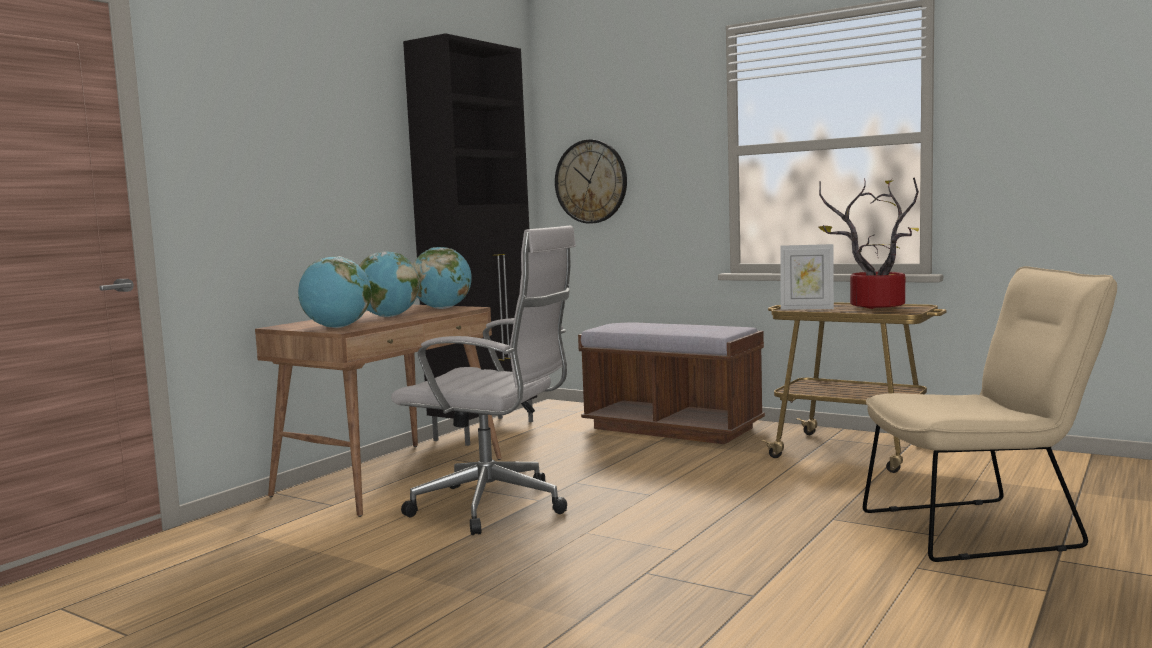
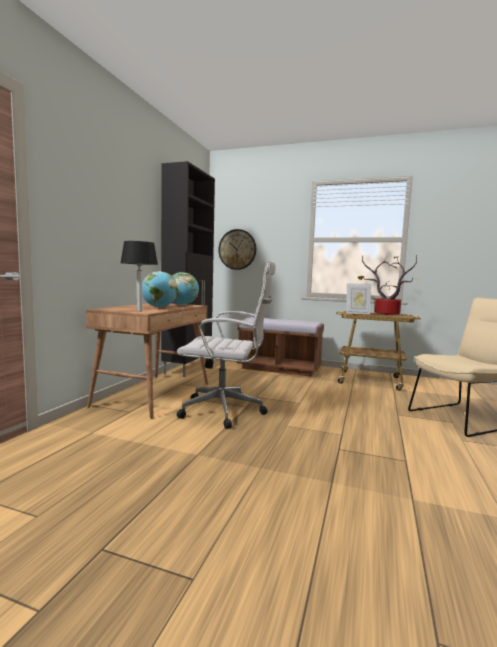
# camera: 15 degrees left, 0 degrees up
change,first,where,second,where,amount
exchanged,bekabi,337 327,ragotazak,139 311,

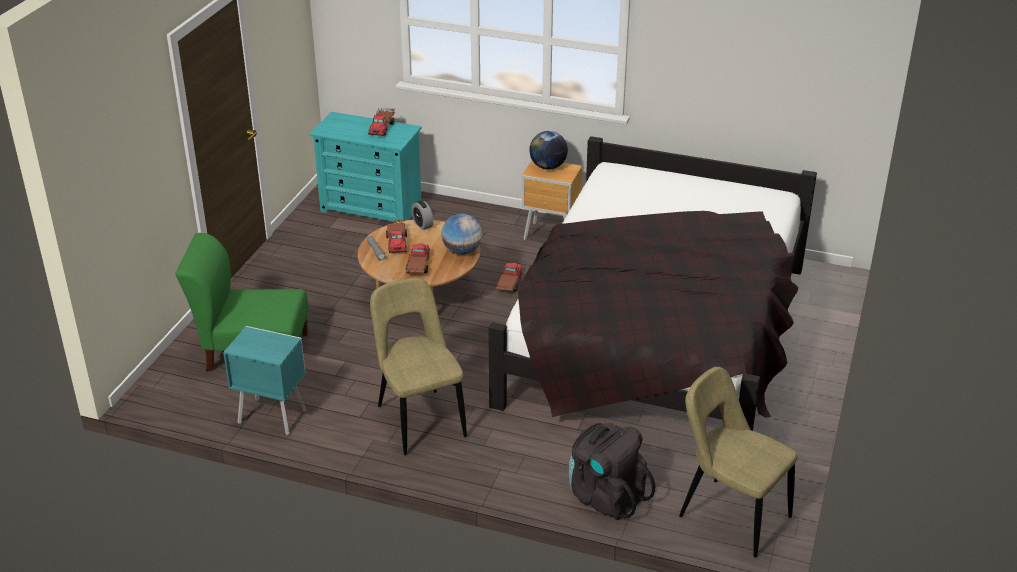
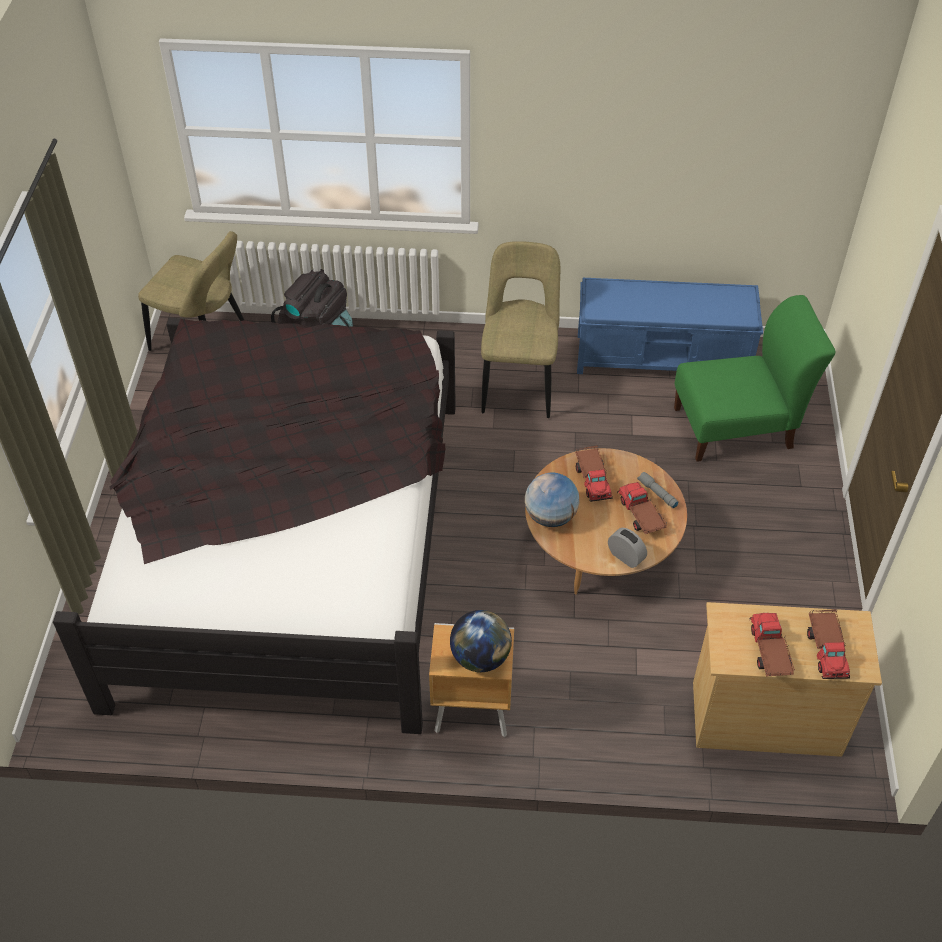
# camera: 165 degrees right, 15 degrees up
change,first,where,second,where,amount
spun,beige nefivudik,419 419,,519 382,135 degrees counterclockwise
exchanged,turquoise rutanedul,271 416,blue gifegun,663 357,
colour,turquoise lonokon,371 208,beige lonokon,765 718,
relocated,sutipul,508 284,,827 649,

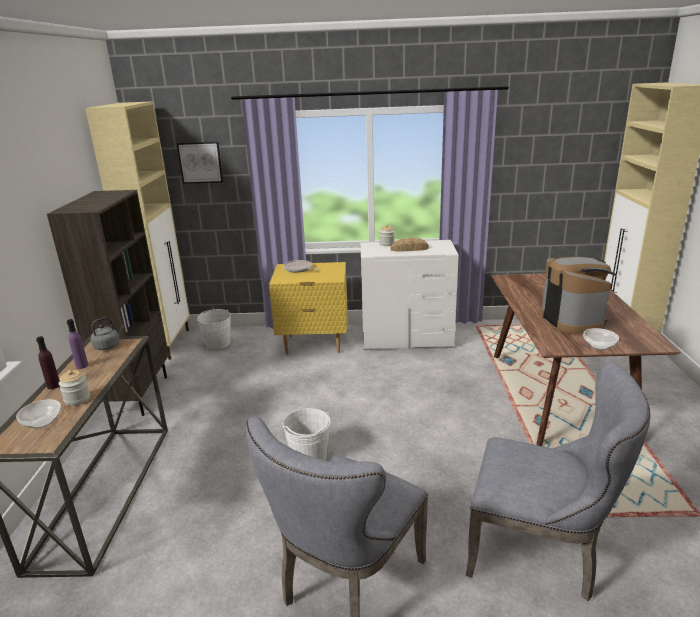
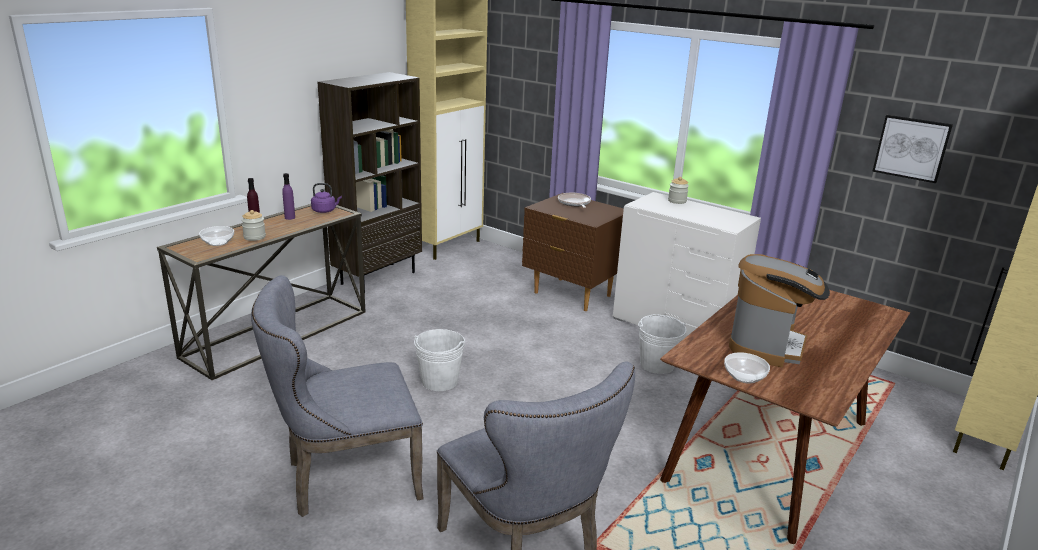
# camera: 35 degrees right, 0 degrees up
change,first,where,second,where,amount
colour,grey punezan,108 346,purple punezan,325 211,
colour,yellow rutanedul,314 344,brown rutanedul,571 294,
relocated,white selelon,218 344,,657 364,
relocated,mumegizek,200 162,,911 148,
missing,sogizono,409 249,,,

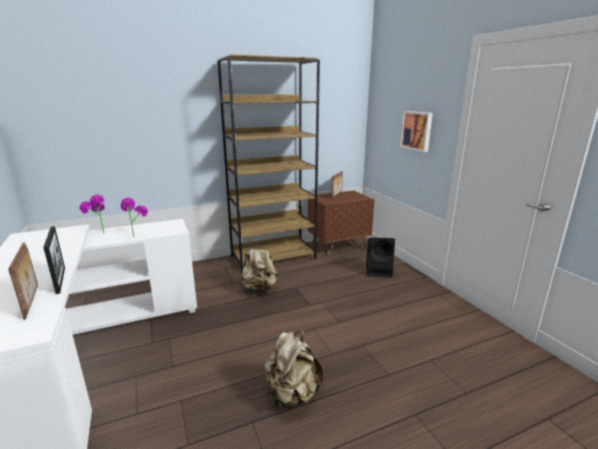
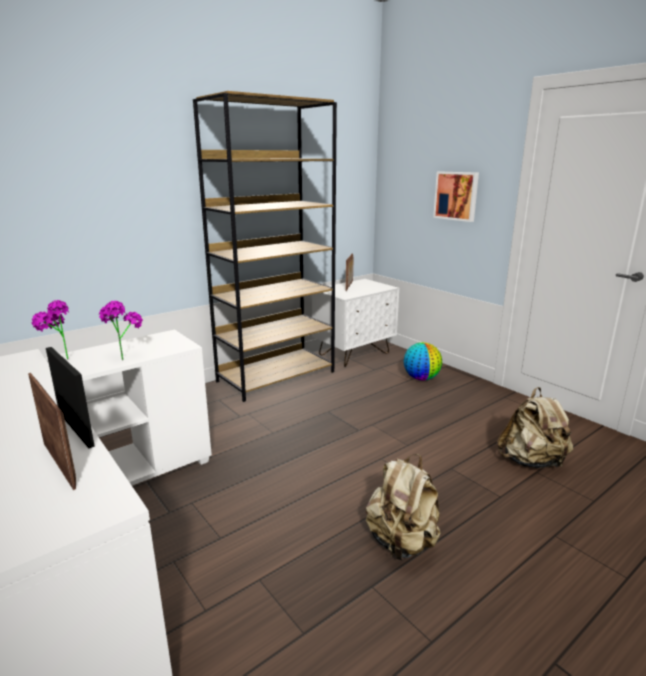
# camera: 15 degrees left, 0 degrees up
change,first,where,second,where,amount
colour,brown rutanedul,338 246,white rutanedul,354 354,
exchanged,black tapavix,379 271,bekabi,421 378,
relocated,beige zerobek,259 290,,531 461,

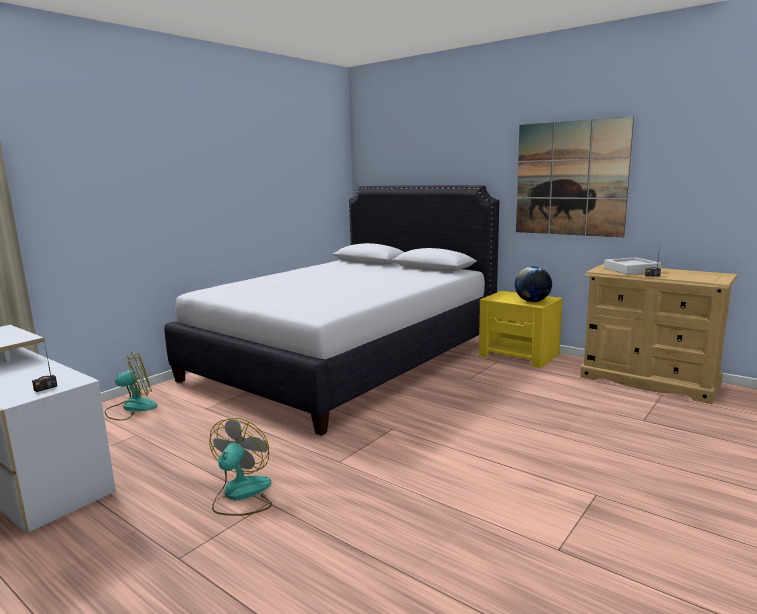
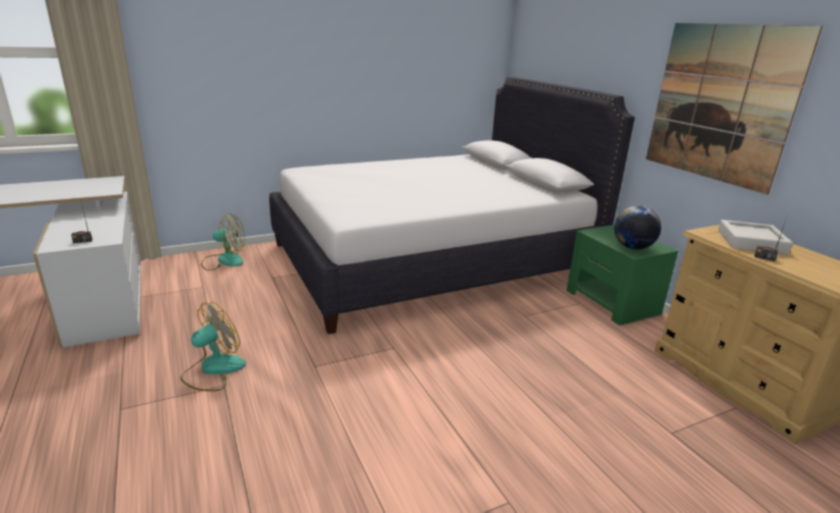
# camera: 25 degrees right, 10 degrees up
change,first,where,second,where,amount
colour,yellow rutanedul,519 355,green rutanedul,612 302,

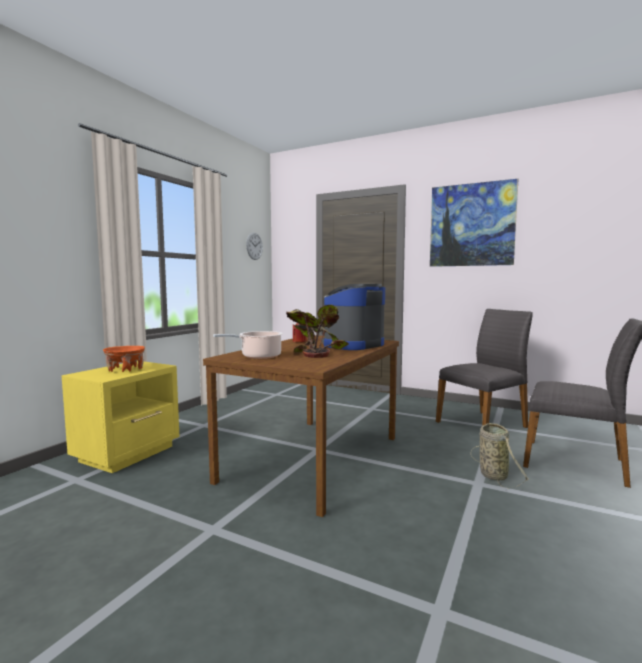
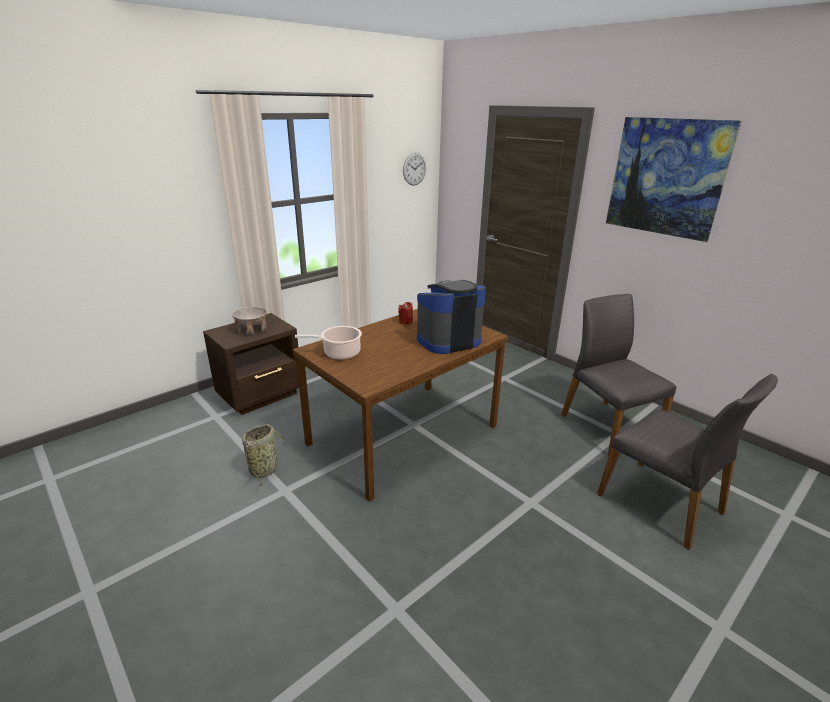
# camera: 20 degrees right, 20 degrees up
change,first,where,second,where,amount
colour,yellow rutanedul,129 453,brown rutanedul,261 395,
colour,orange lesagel,125 370,beige lesagel,252 330,
relocated,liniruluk,492 474,,265 469,
spun,grey nefivudik,483 424,,608 426,105 degrees counterclockwise
missing,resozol,315 352,,,

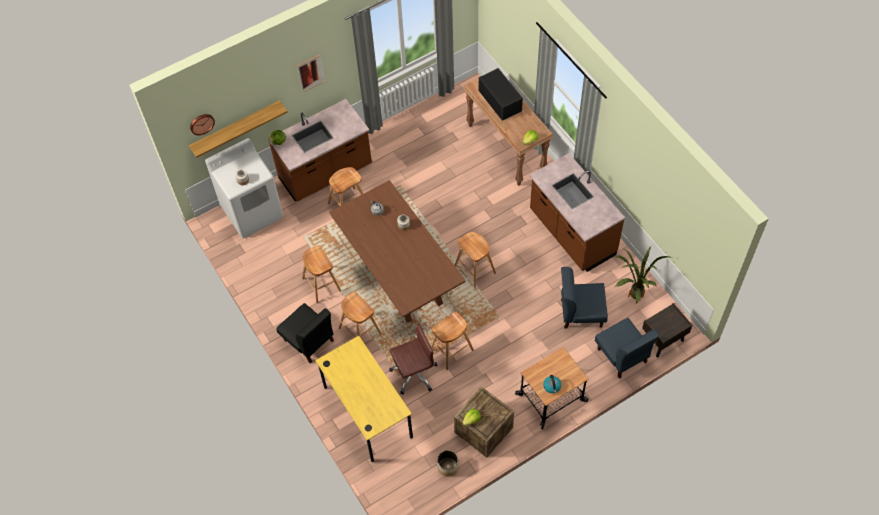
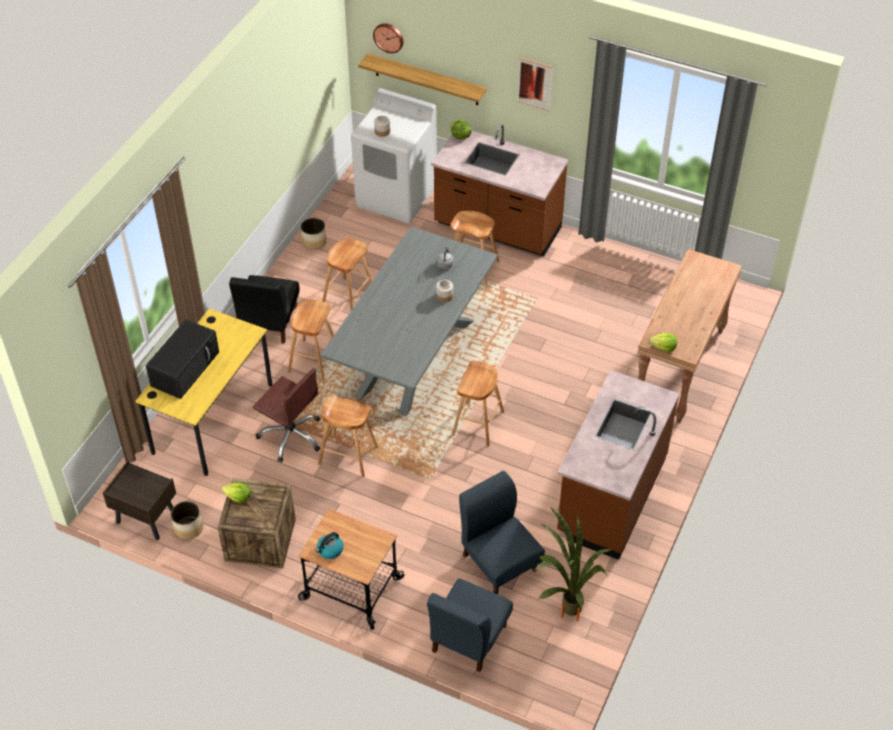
# camera: 55 degrees right, 10 degrees down
change,first,where,second,where,amount
relocated,brown rutanedul,662 340,,145 518,
relocated,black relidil,499 100,,185 368,
appeared,,,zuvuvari,314 242,
colour,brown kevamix,400 275,grey kevamix,414 358,

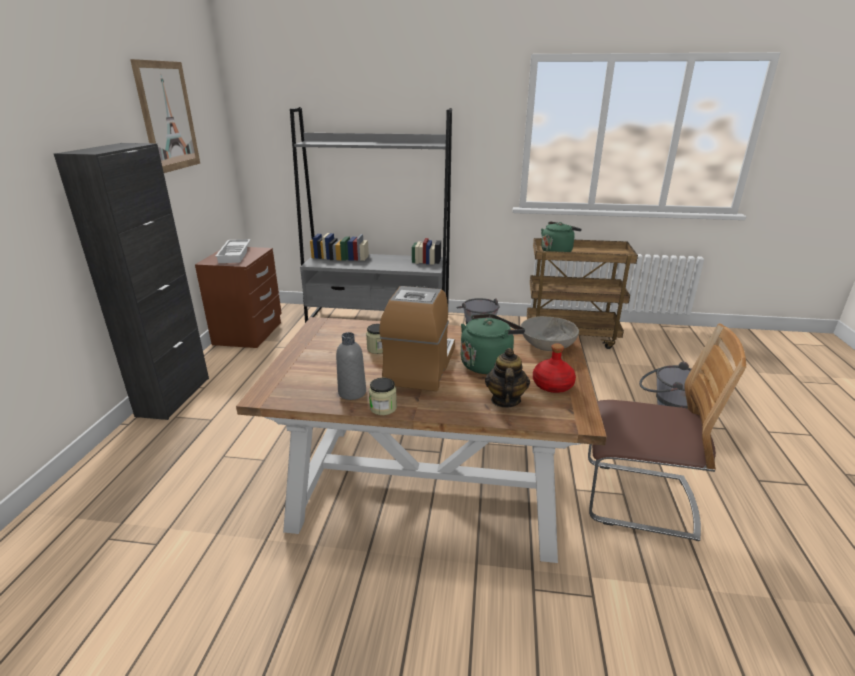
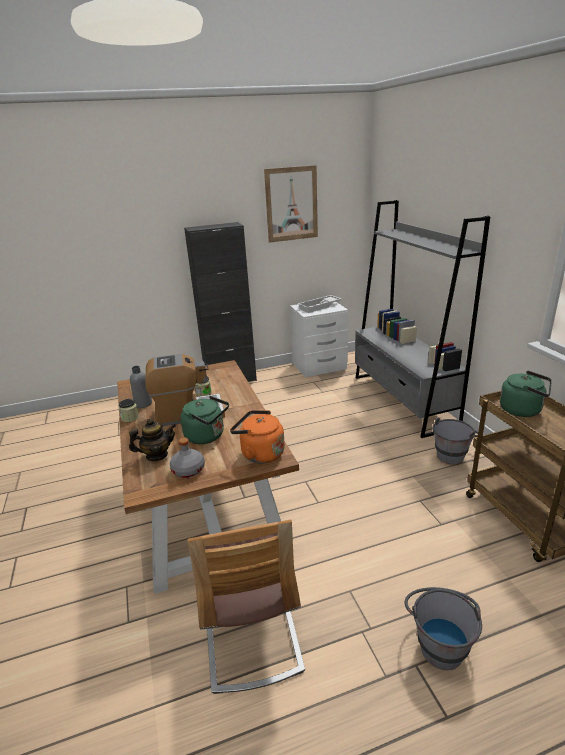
# camera: 65 degrees right, 0 degrees up
change,first,where,second,where,amount
colour,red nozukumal,552 385,grey nozukumal,189 470,
exchanged,grey lesagel,547 344,orange punezan,260 453,
colour,brown rutanedul,249 333,white rutanedul,319 366,

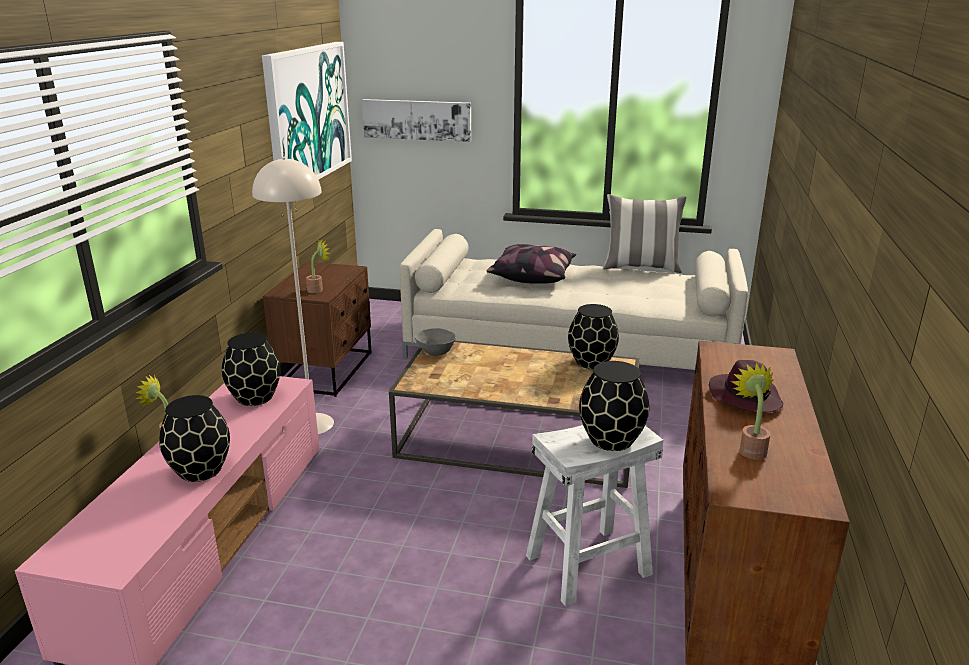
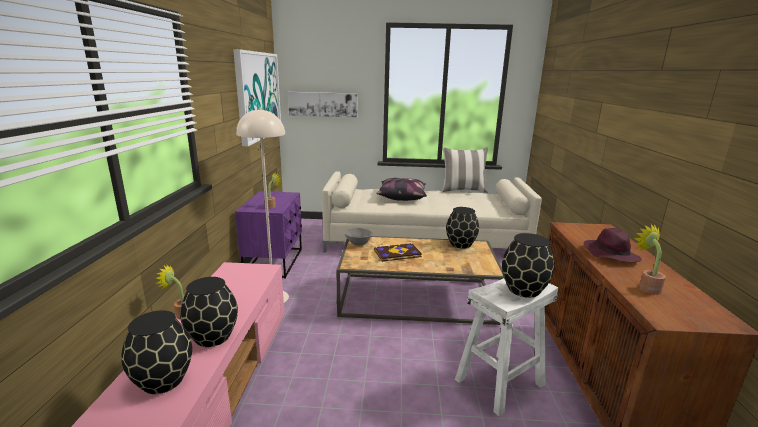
# camera: 10 degrees left, 5 degrees down
change,first,where,second,where,amount
relocated,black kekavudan,255 397,,164 380,
colour,brown rutanedul,327 370,purple rutanedul,275 262,
appeared,,,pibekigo,397 254,

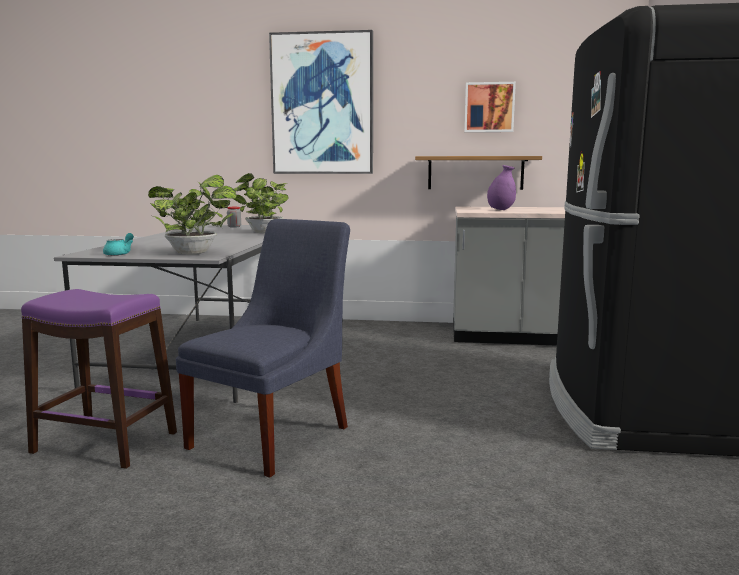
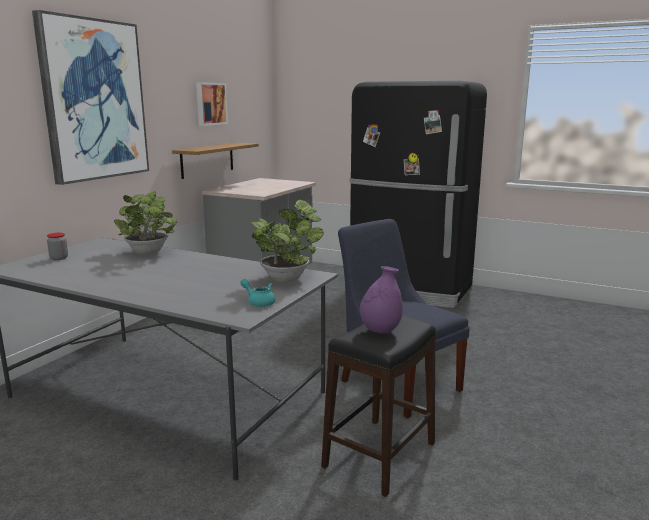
# camera: 70 degrees left, 5 degrees up
change,first,where,second,where,amount
colour,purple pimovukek,105 443,black pimovukek,380 455,
relocated,purple kekavudan,500 209,,380 331,

